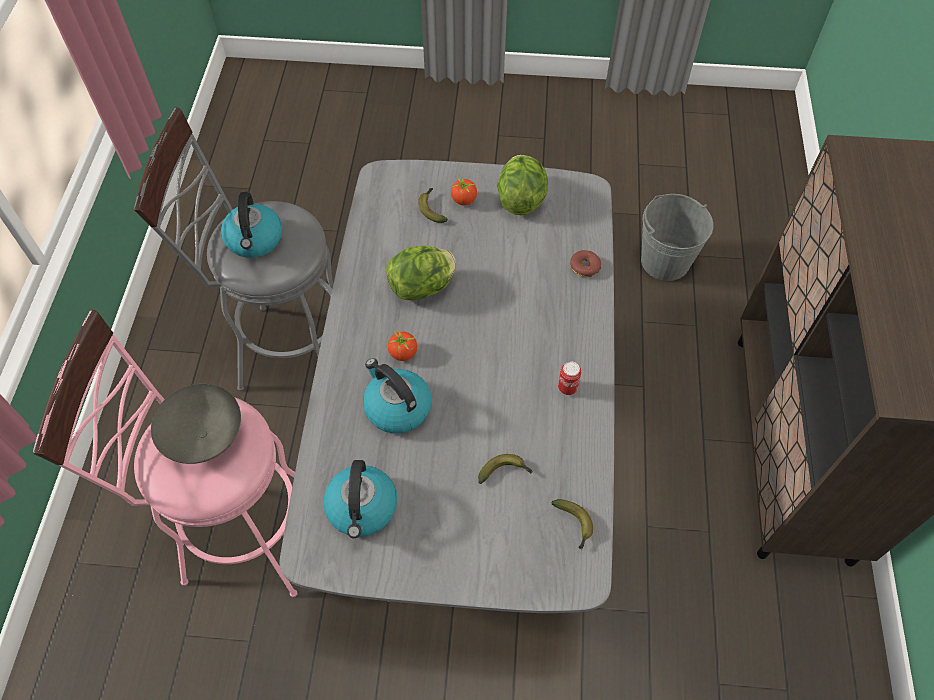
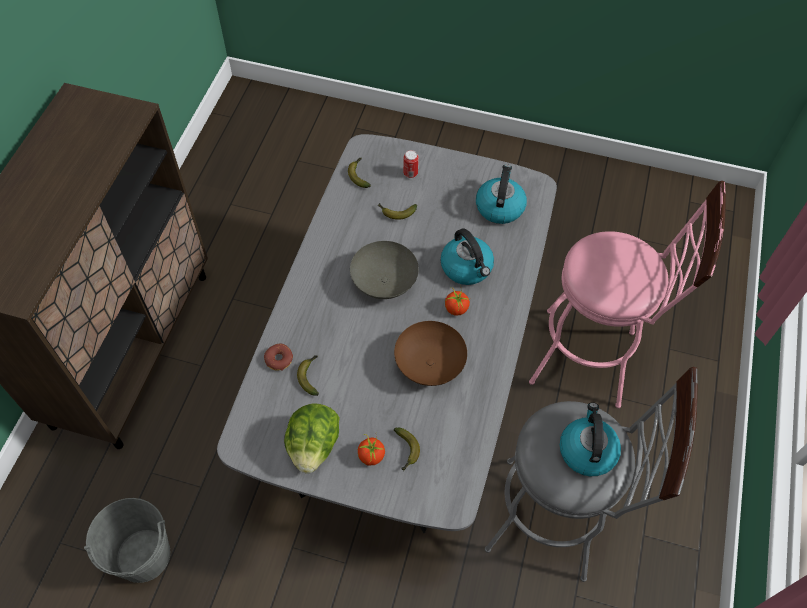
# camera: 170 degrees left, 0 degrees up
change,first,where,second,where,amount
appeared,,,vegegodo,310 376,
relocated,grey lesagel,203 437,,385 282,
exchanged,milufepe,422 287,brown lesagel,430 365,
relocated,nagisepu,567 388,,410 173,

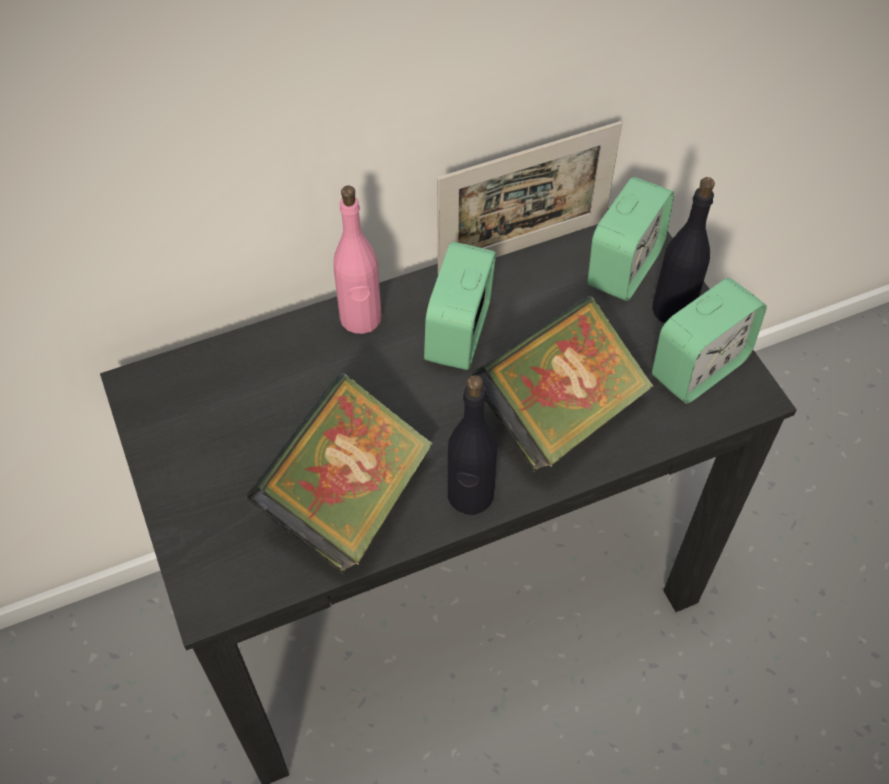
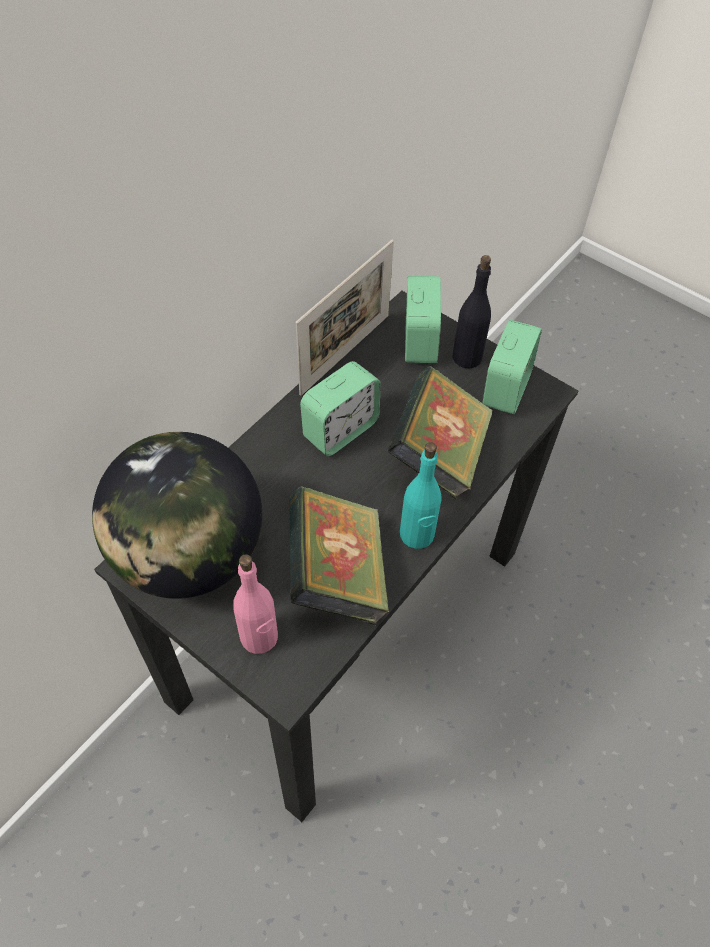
# camera: 30 degrees left, 0 degrees up
change,first,where,second,where,amount
appeared,,,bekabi,190 554,
relocated,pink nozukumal,361 318,,259 637,
spun,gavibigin,459 334,,340 430,120 degrees counterclockwise
colour,black nozukumal,470 495,turquoise nozukumal,417 534,

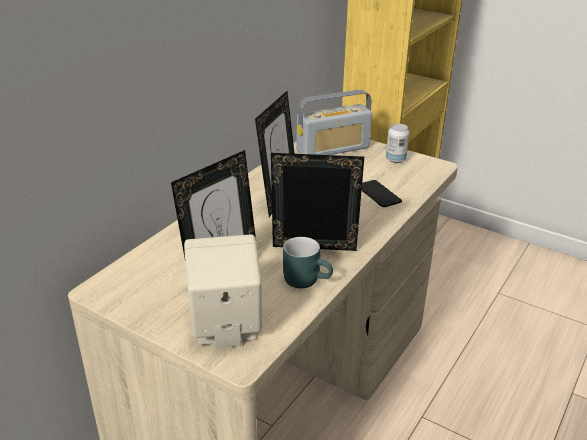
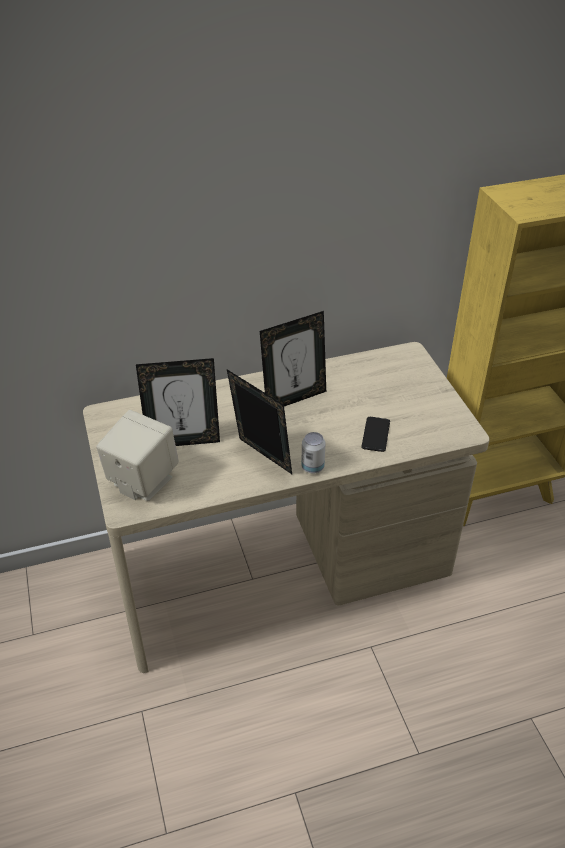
# camera: 40 degrees right, 10 degrees up
change,first,where,second,where,amount
relocated,nagisepu,395 159,,312 467,
missing,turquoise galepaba,307 279,,,
missing,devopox,333 149,,,

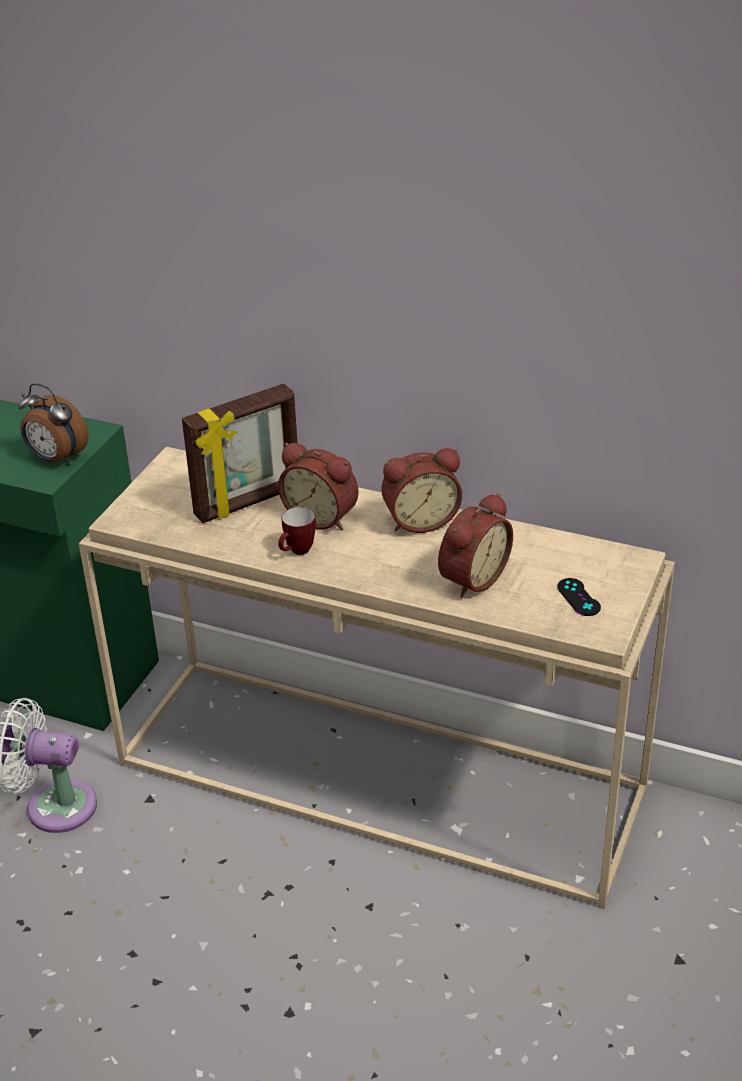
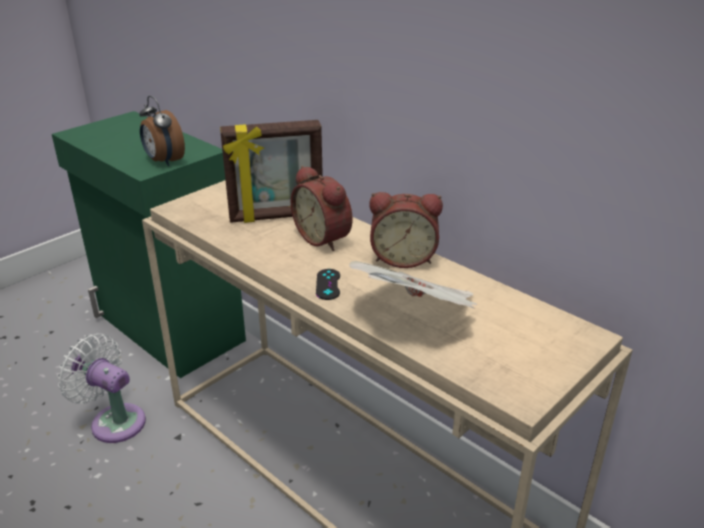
# camera: 20 degrees right, 5 degrees down
change,first,where,second,where,amount
relocated,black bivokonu,578 597,,328 284,
exchanged,gavibigin,471 578,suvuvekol,418 313,
missing,galepaba,297 552,,,

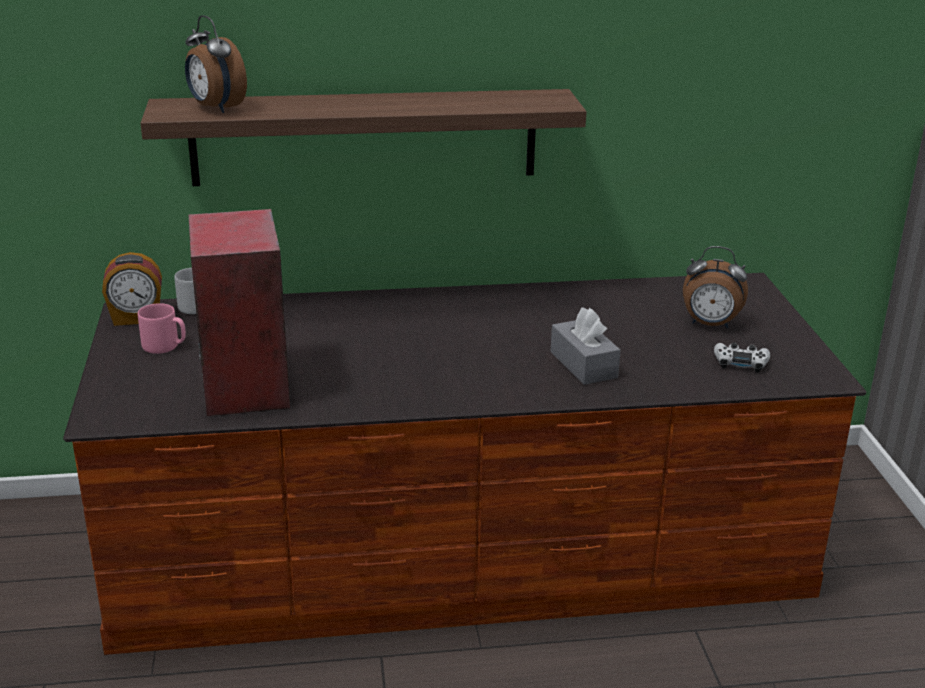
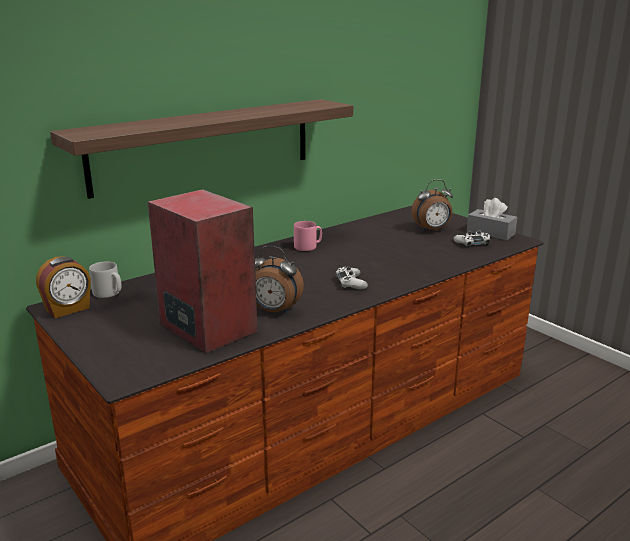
# camera: 30 degrees left, 5 degrees down
change,first,where,second,where,amount
relocated,gavibigin,215 108,,274 311,
relocated,pink galepaba,165 346,,308 247,
appeared,,,white bivokonu,351 283,
relocated,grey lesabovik,583 365,,490 233,

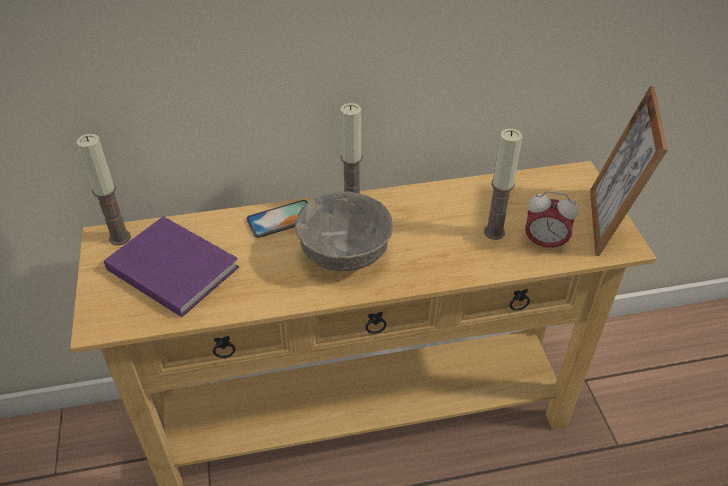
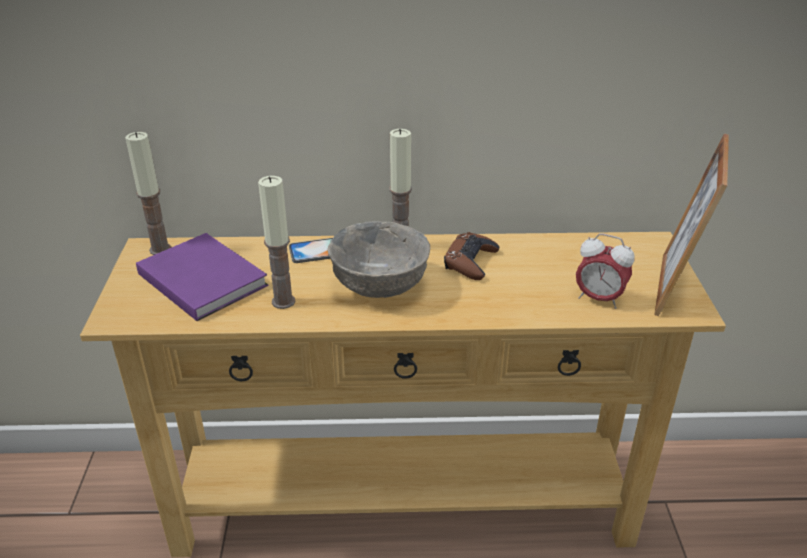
# camera: 10 degrees right, 10 degrees down
change,first,where,second,where,amount
relocated,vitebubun,494 232,,283 301,
appeared,,,brown bivokonu,470 262,

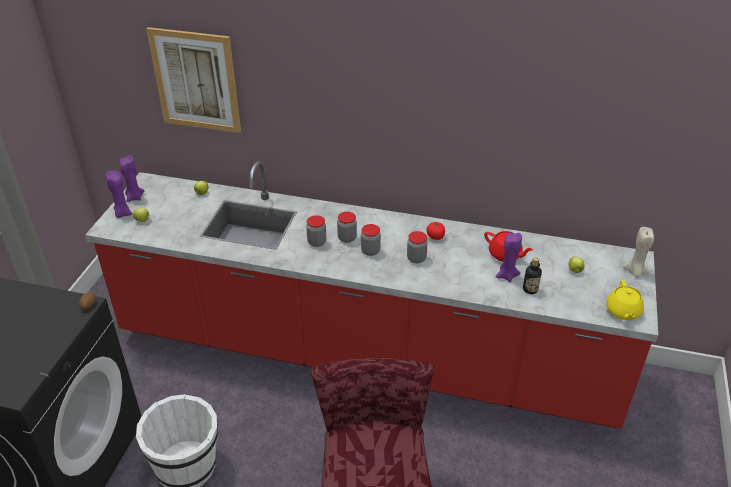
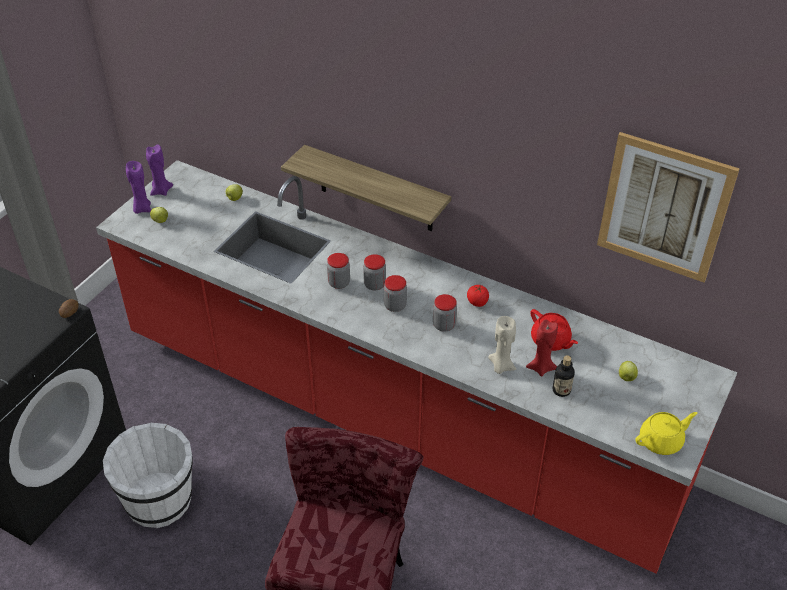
# camera: 15 degrees right, 5 degrees up
change,first,where,second,where,amount
appeared,,,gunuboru,376 189,
relocated,beige vitebubun,635 272,,501 366,
colour,purple vitebubun,506 276,red vitebubun,541 368,
relocated,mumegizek,196 80,,664 208,
spun,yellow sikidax,623 311,,661 441,135 degrees counterclockwise

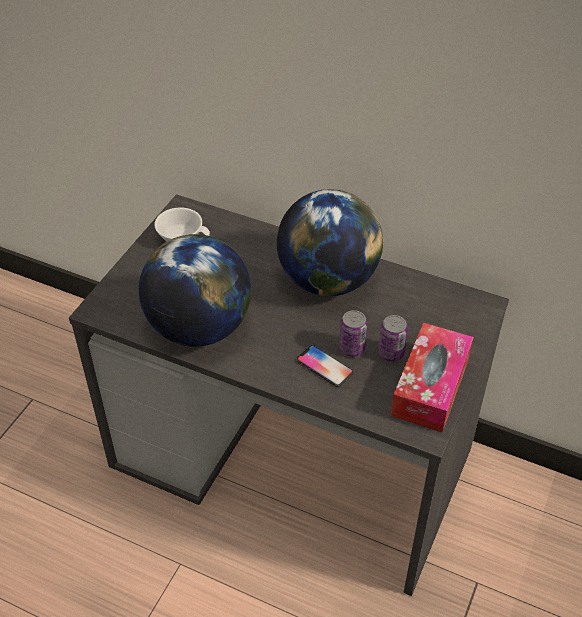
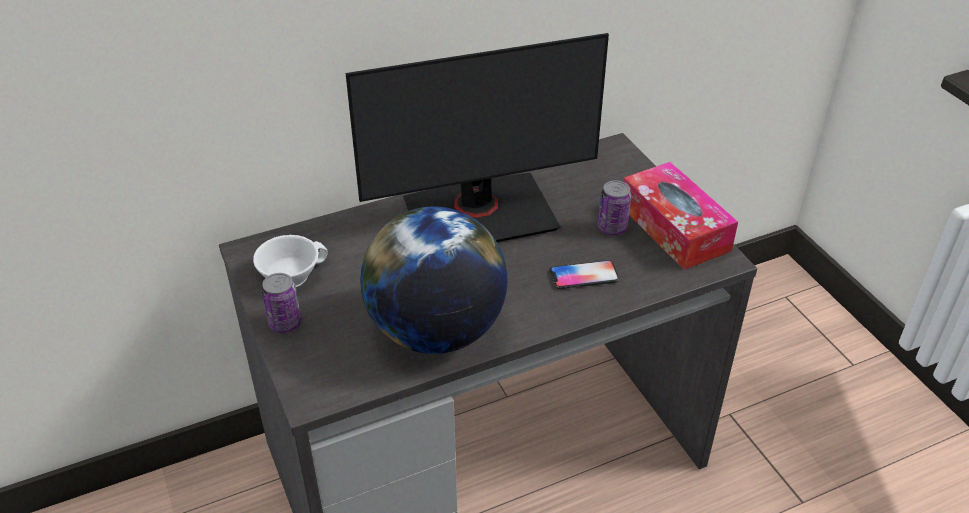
# camera: 50 degrees left, 5 degrees down
change,first,where,second,where,amount
relocated,nagisepu,352 348,,285 323,
exchanged,bekabi,328 281,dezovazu,479 213,

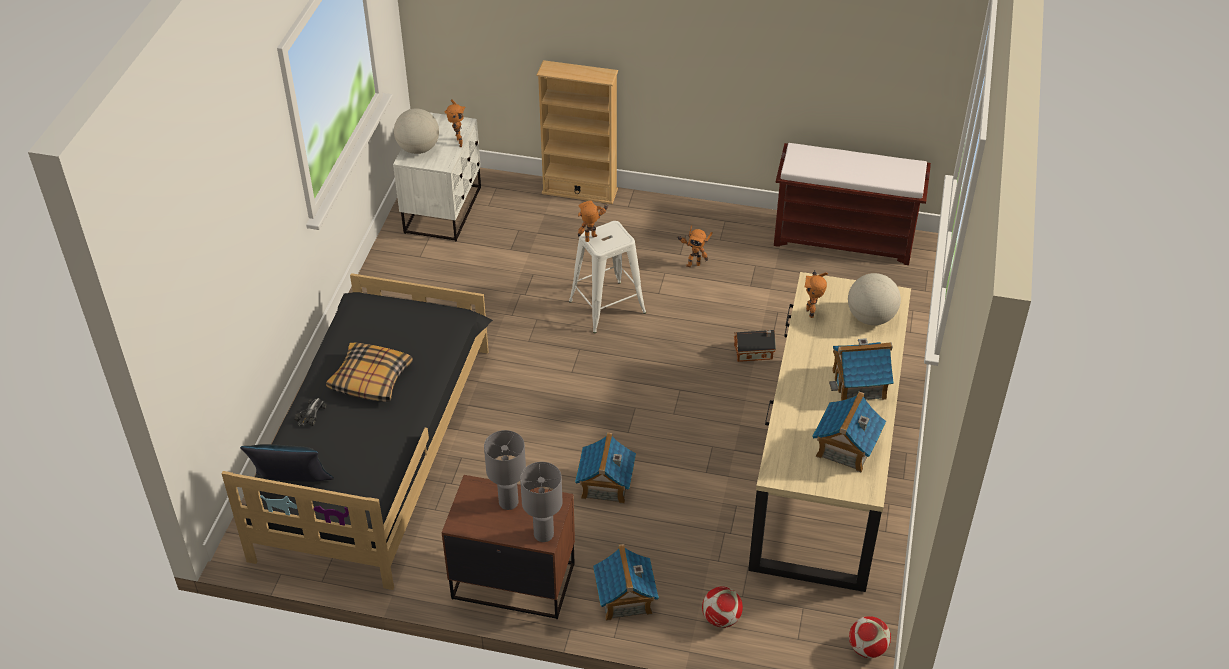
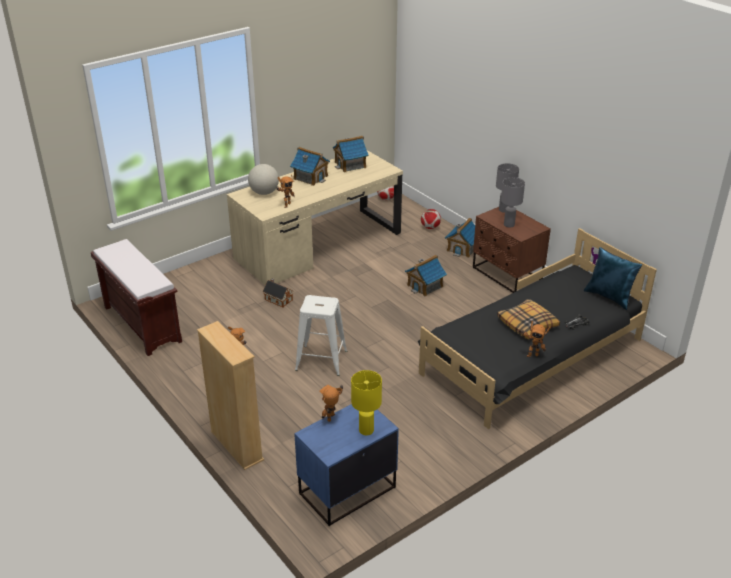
# camera: 140 degrees left, 10 degrees down
change,first,where,second,where,amount
colour,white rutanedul,444 210,blue rutanedul,346 490,
exchanged,bekabi,418 149,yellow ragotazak,366 430,
relocated,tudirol,592 239,,531 355,

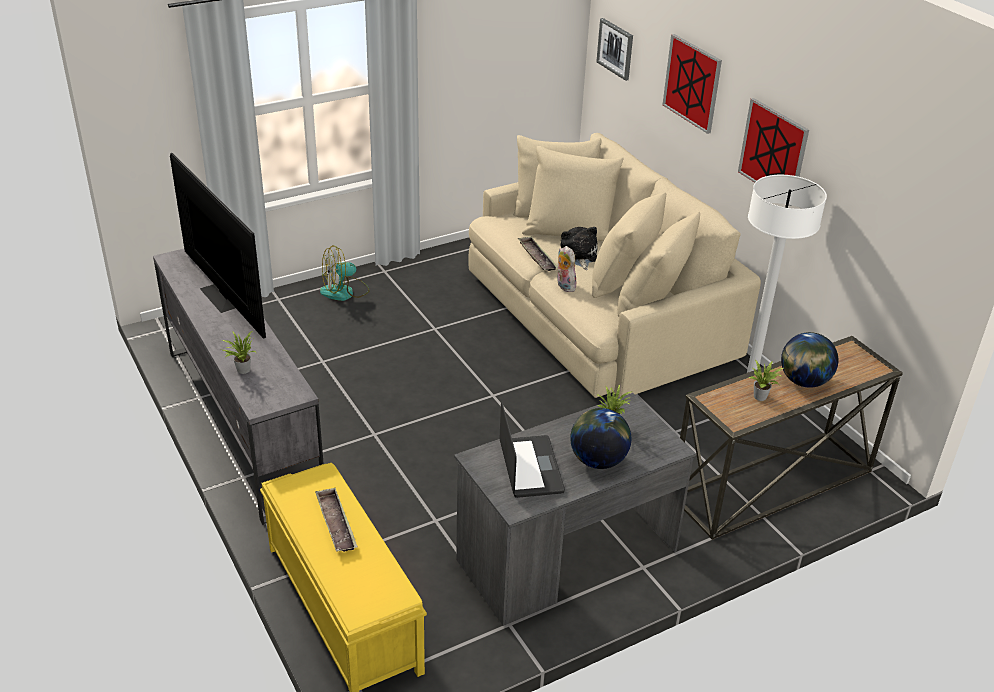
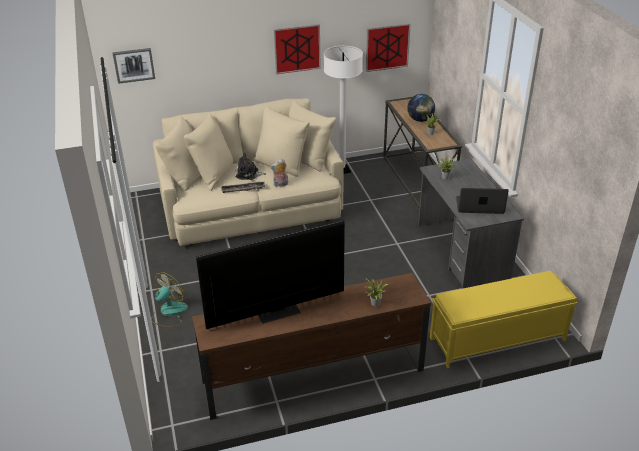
# camera: 75 degrees left, 0 degrees up
change,first,where,second,where,amount
spun,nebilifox,344 291,,169 313,135 degrees counterclockwise
colour,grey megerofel,242 421,brown megerofel,312 377,
relocated,mumegizek,692 83,,387 47,
missing,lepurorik,336 523,,,
missing,bekabi,598 460,,,

